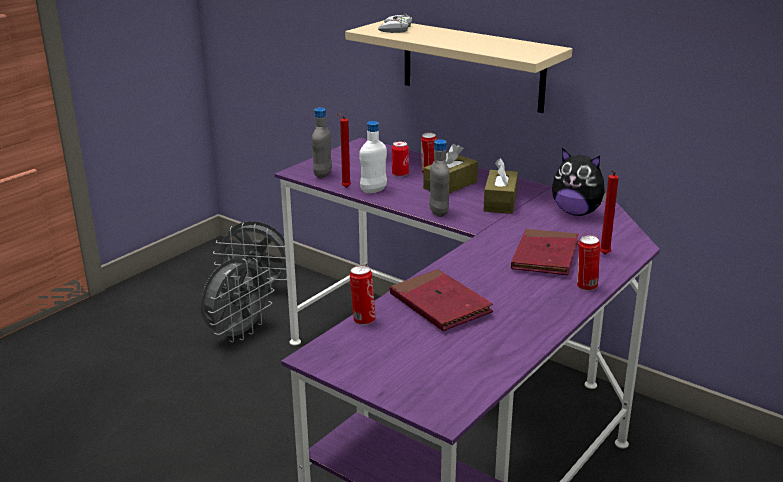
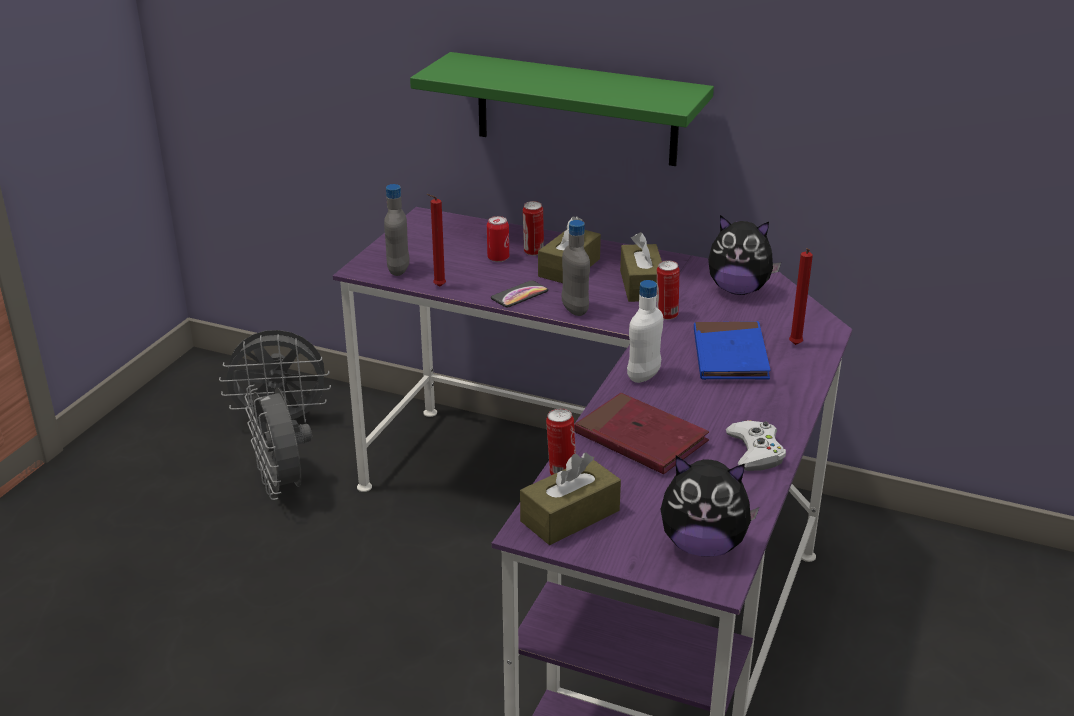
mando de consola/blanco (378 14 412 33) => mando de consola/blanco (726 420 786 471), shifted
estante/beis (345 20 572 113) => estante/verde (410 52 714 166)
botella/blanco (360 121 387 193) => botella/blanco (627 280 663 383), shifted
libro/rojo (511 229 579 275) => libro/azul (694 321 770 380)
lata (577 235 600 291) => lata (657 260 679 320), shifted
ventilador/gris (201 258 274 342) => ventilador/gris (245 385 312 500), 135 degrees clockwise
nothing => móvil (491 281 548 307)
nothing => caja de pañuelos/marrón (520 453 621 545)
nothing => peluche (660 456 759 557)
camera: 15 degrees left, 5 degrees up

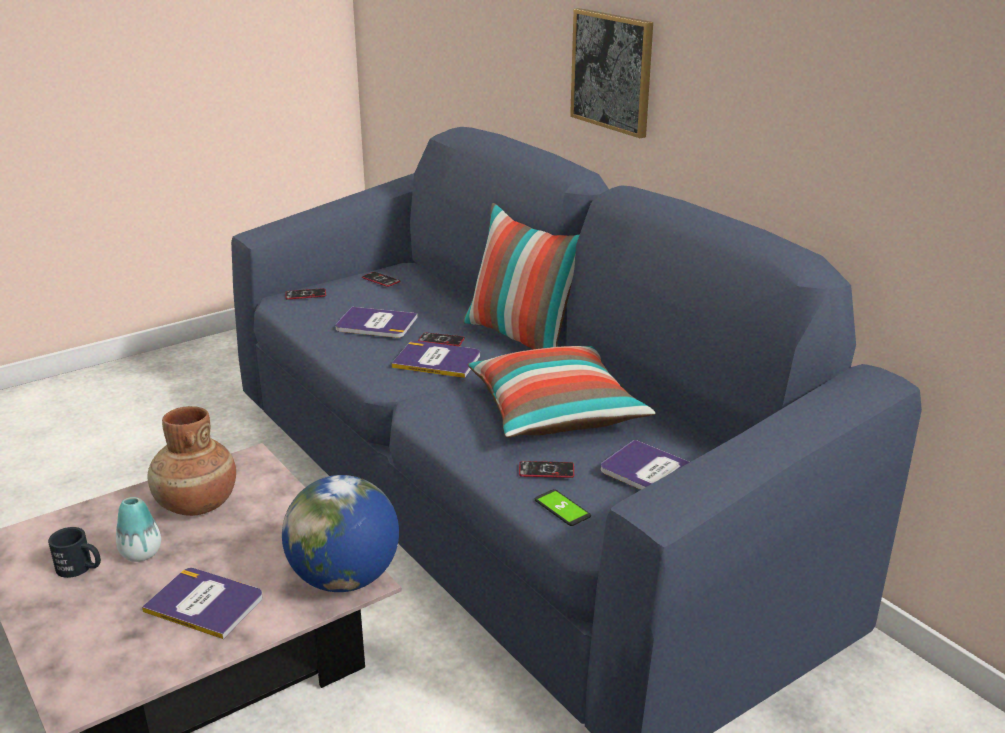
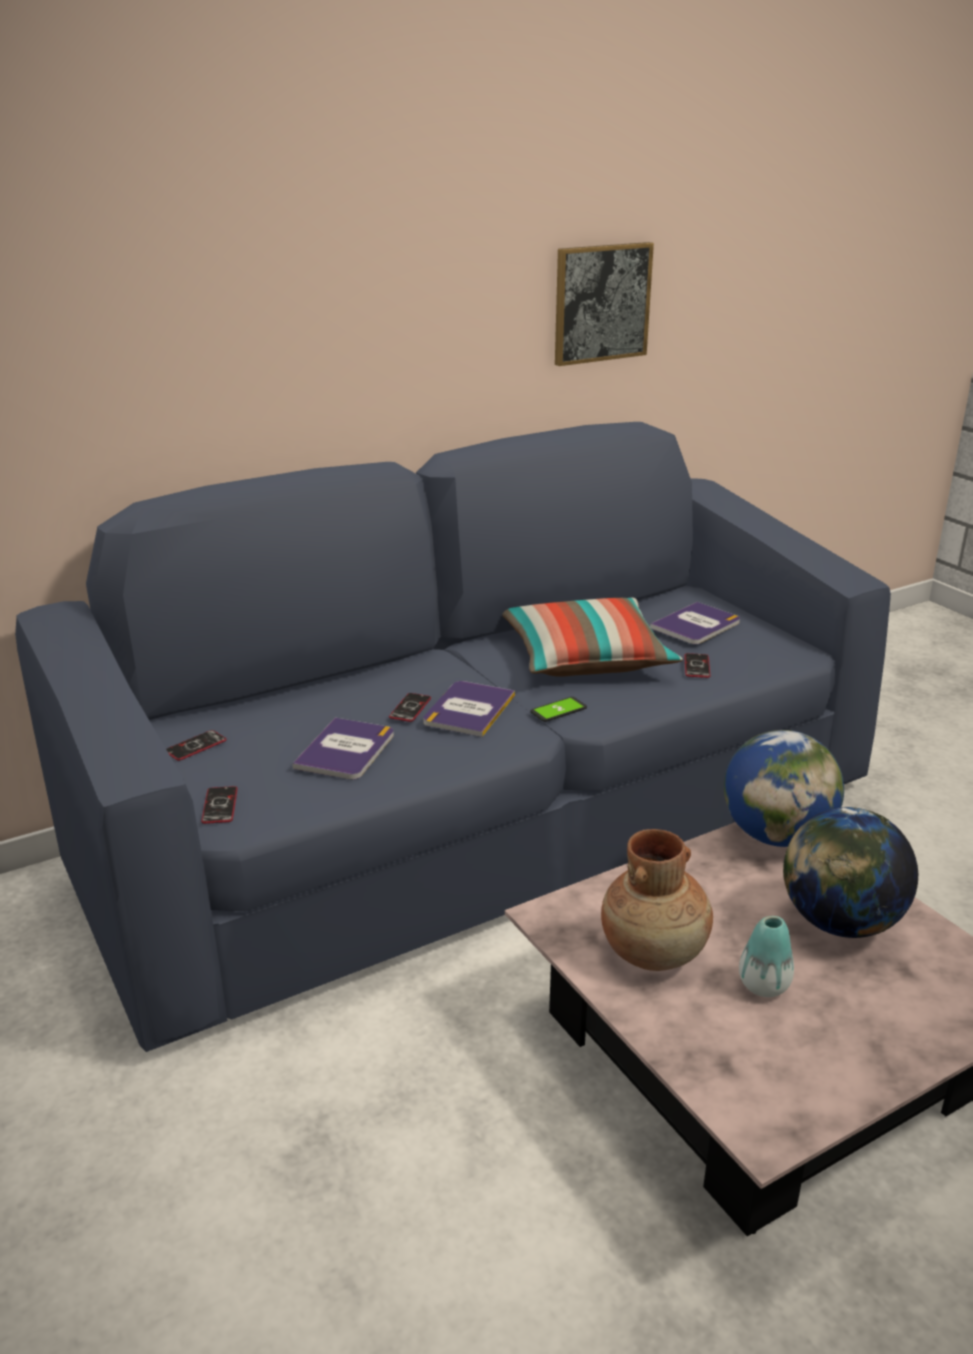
cuadro (570 8 653 138) => cuadro (555 242 654 366), shifted
cojín (463 203 580 349) => nothing
móvil (535 489 591 526) => móvil (530 697 587 722), shifted
taza grande/negro (48 527 101 578) => nothing
libro (142 568 263 639) => globo terráqueo (783 807 918 938)
camera: 85 degrees left, 0 degrees up

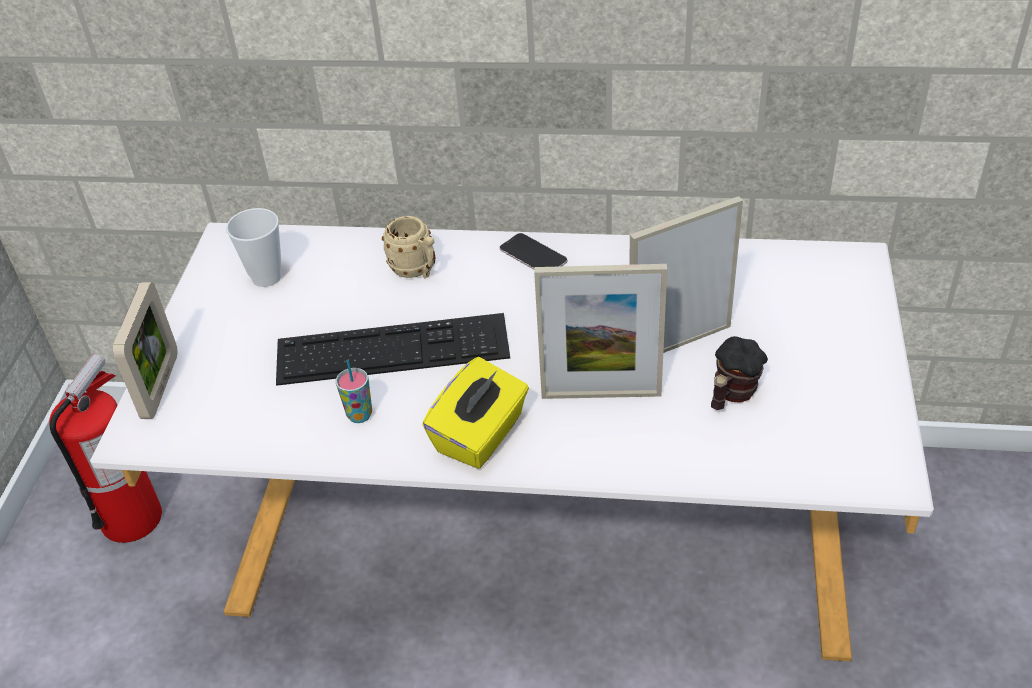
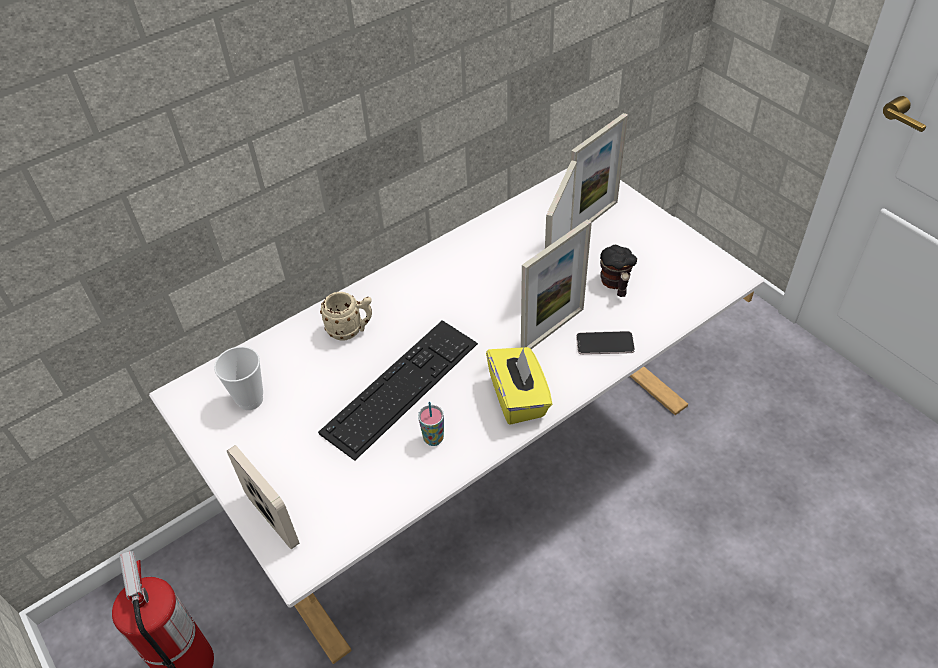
móvil (500 233 568 270) => móvil (576 331 635 355), shifted
nothing => portarretratos (571 113 628 230)
camera: 45 degrees left, 5 degrees up

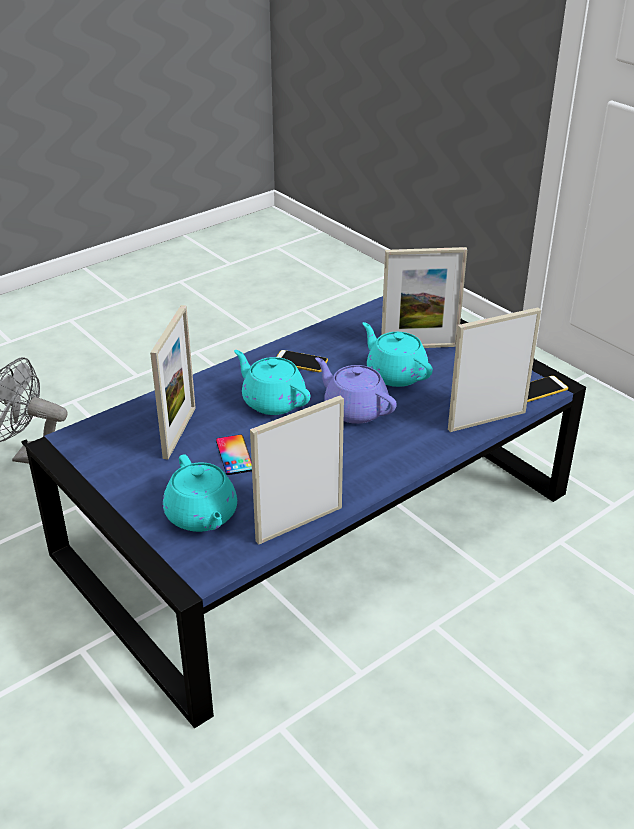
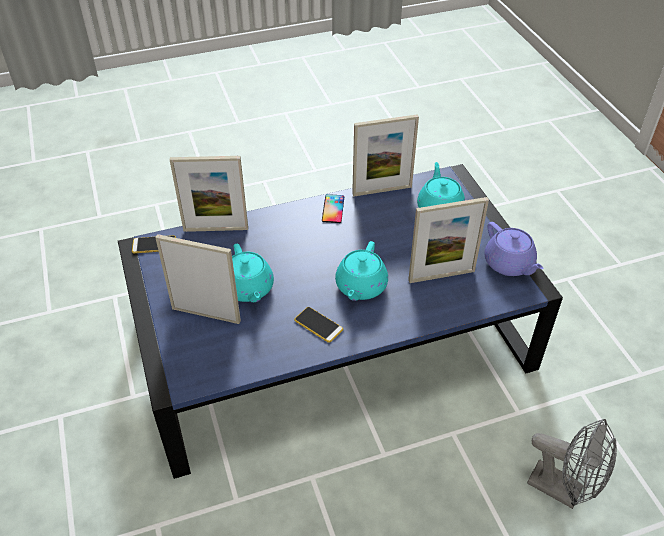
portarretratos (150 305 196 460) => portarretratos (408 197 489 283), 135 degrees counterclockwise
tetera/turquesa (234 350 310 415) => tetera/turquesa (335 241 388 301), 45 degrees clockwise
tetera/morado (315 357 397 424) => tetera/morado (484 222 543 276), shifted
móvil (216 435 252 475) => móvil (322 194 344 223), shifted
camera: 160 degrees left, 10 degrees up

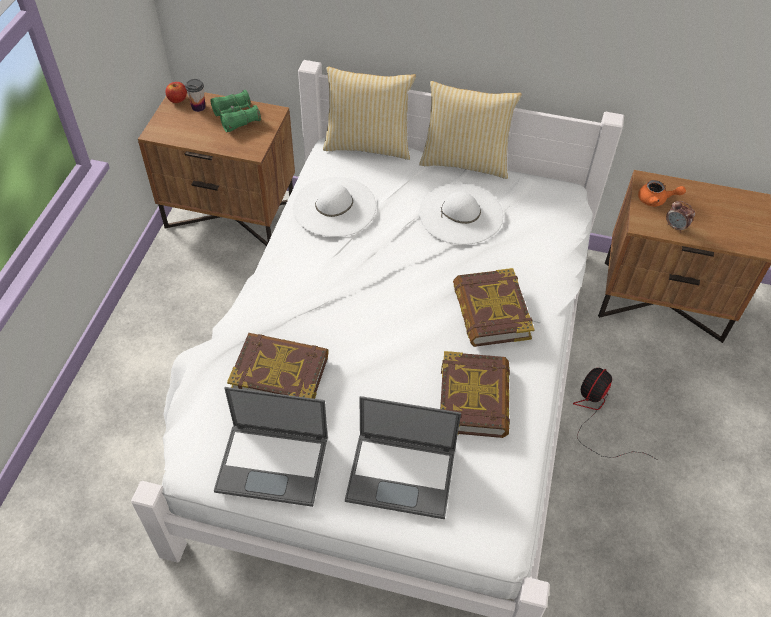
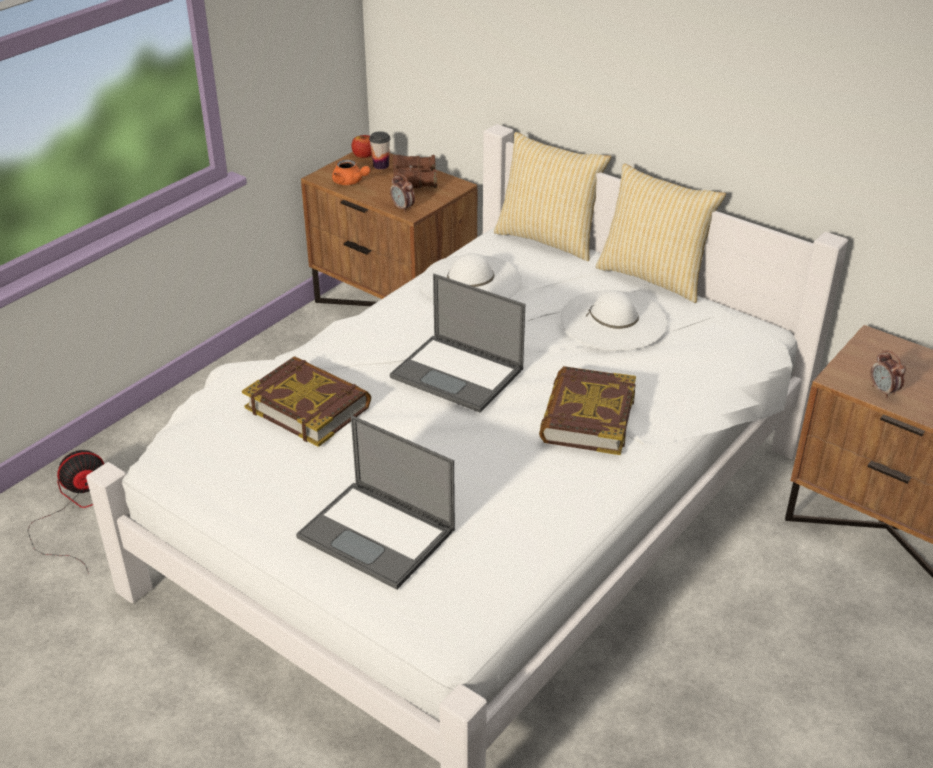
prismáticos/verde (210 90 261 132) => prismáticos/marrón (393 155 437 188)
tetera/naranja (638 180 686 207) => tetera/naranja (332 160 371 185), shifted
libro (440 351 510 438) => nothing
ventilador (573 368 657 460) => ventilador (27 450 104 573), shifted
portátil (214 387 328 507) => portátil (390 274 525 413), shifted
nothing => despertador (390 173 415 213)
camera: 25 degrees right, 15 degrees down

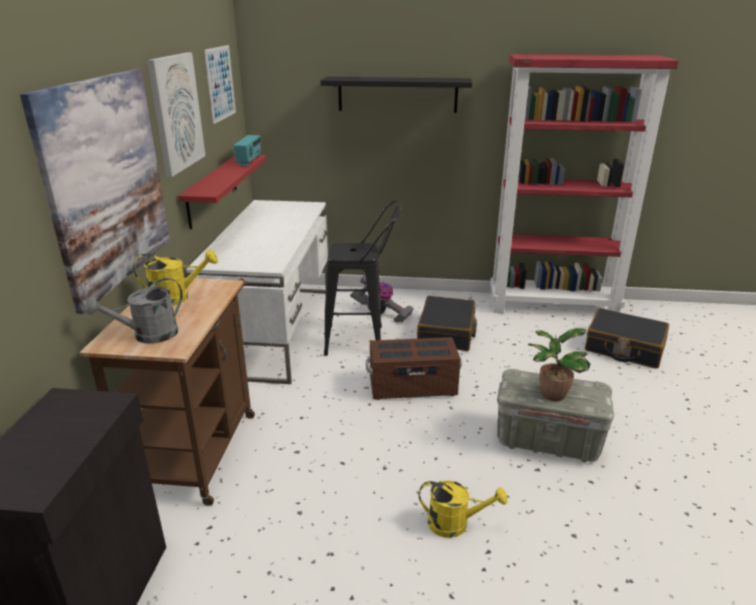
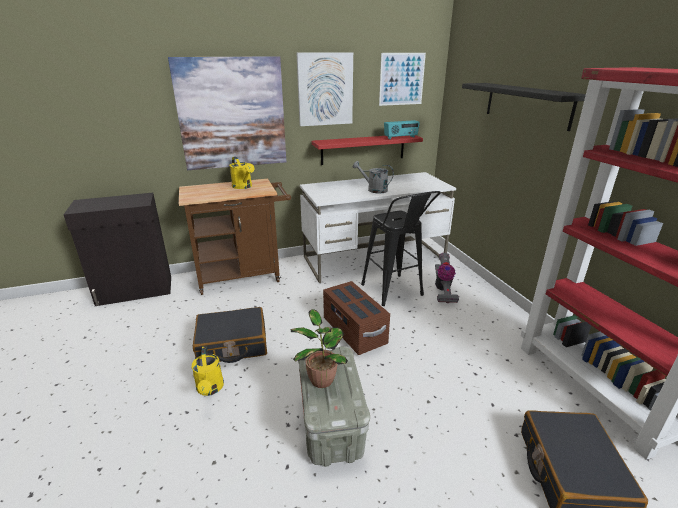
regadera/gris (85 278 183 344) => regadera/gris (353 161 394 193), shifted
maleta/negro (417 296 477 351) => maleta/negro (193 307 267 363), shifted
camera: 65 degrees right, 0 degrees up

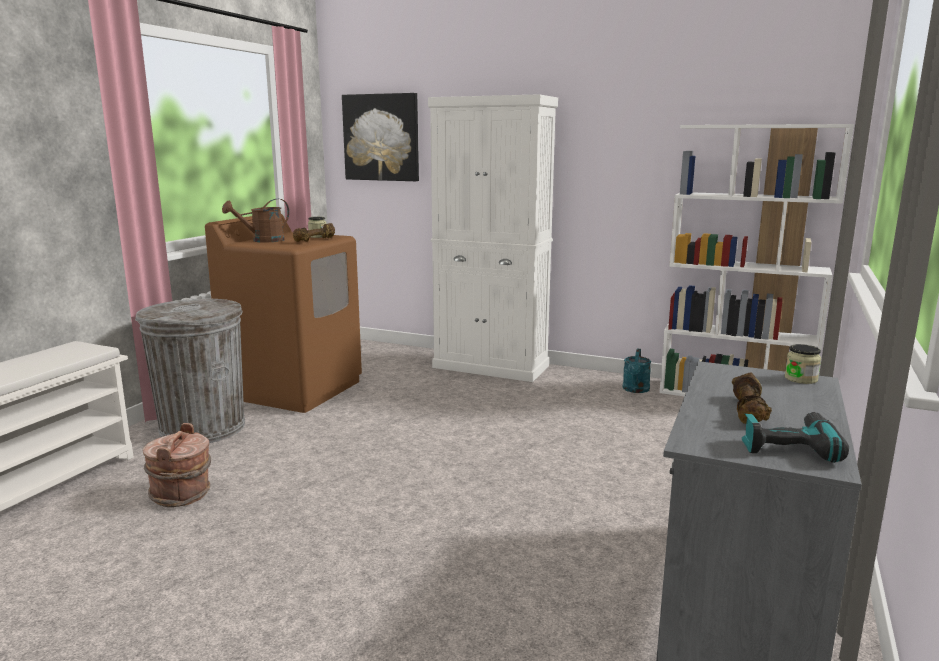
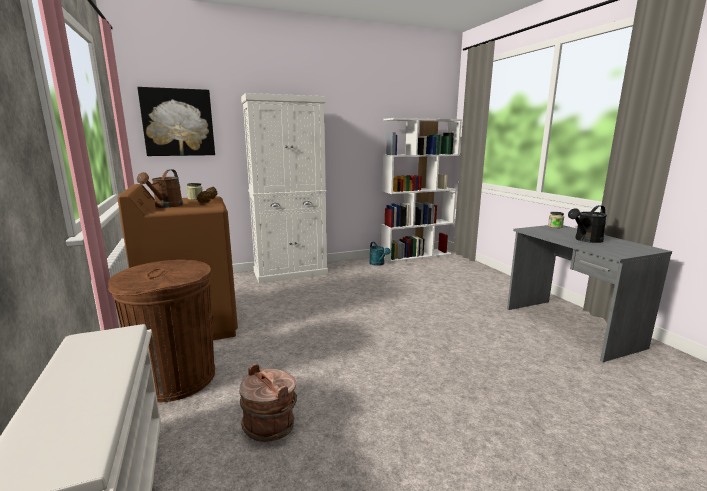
papelera/gris (135 299 245 443) => papelera/marrón (108 260 215 402)
mancuerna/marrón (732 372 772 424) => regadera/negro (568 205 607 243)
taladro (742 412 849 463) => nothing
camera: 45 degrees left, 0 degrees up

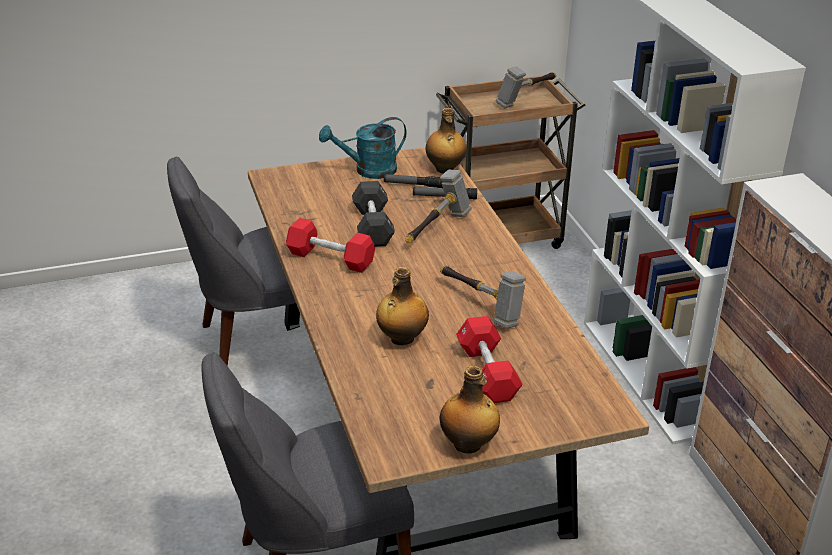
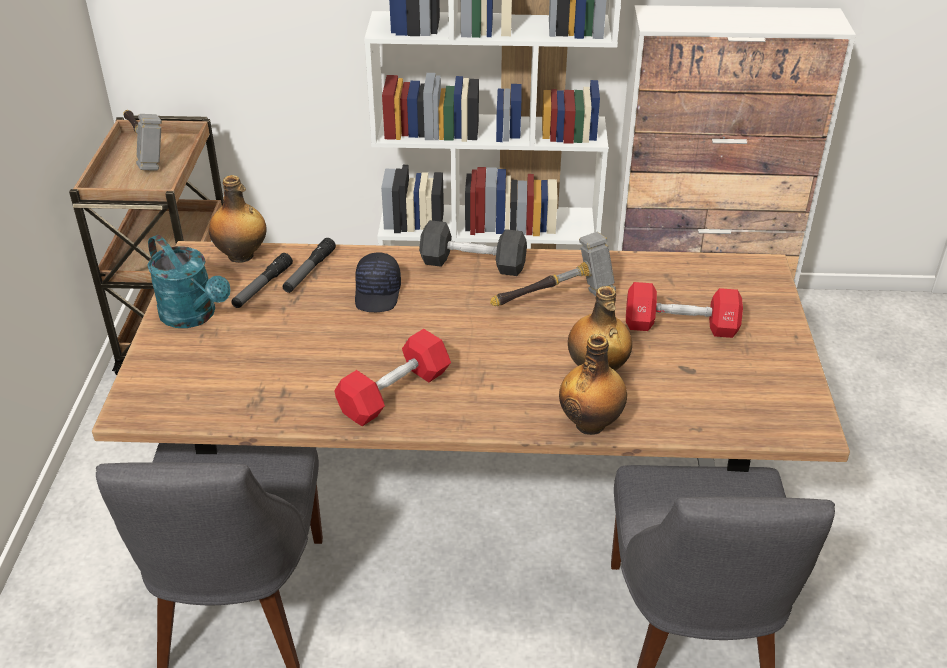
regadera/turquesa (319 117 407 179) => regadera/turquesa (147 235 230 328), 45 degrees counterclockwise
martillo (405 170 472 243) => gorra/negro (355 252 401 312)
mancuerna/negro (352 181 395 247) => mancuerna/negro (419 220 527 276), shifted
botella (439 366 500 454) => botella (559 334 627 435), shifted
camera: 70 degrees left, 5 degrees up

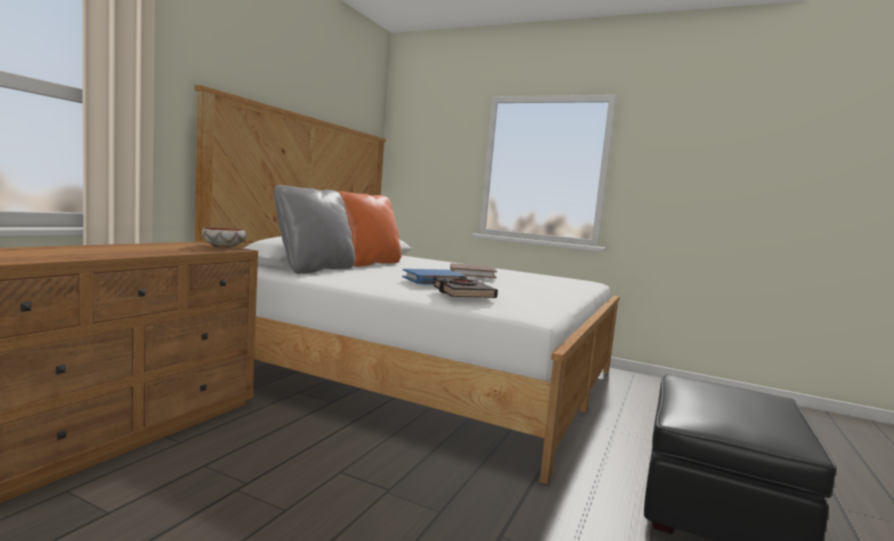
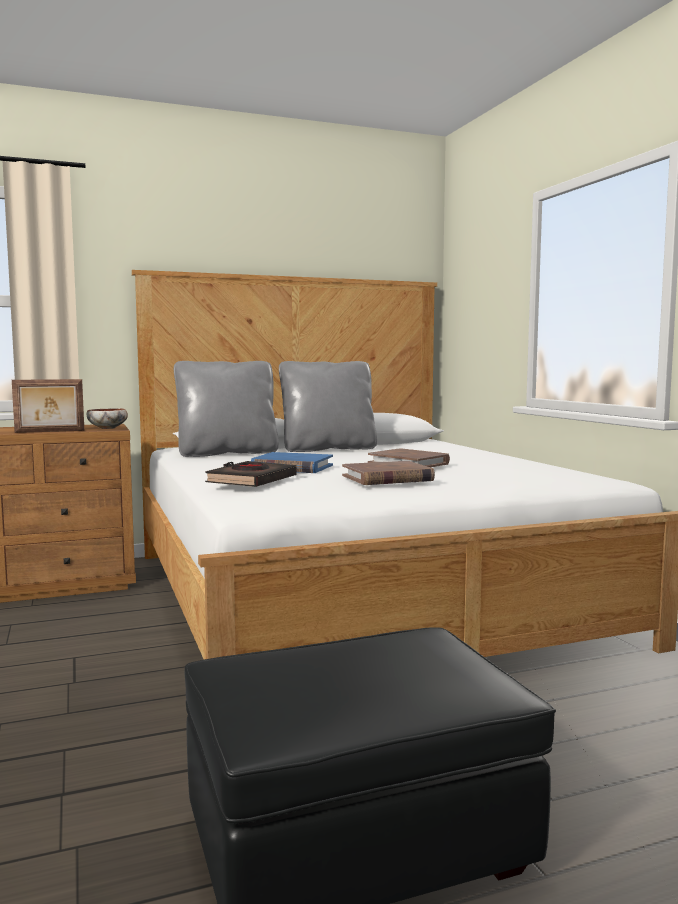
cojín/naranja (339 191 401 267) => cojín/gris (279 361 377 452)
nothing => portarretratos (12 379 84 433)
nothing => libro/marrón (342 461 435 485)
camera: 45 degrees right, 0 degrees up

